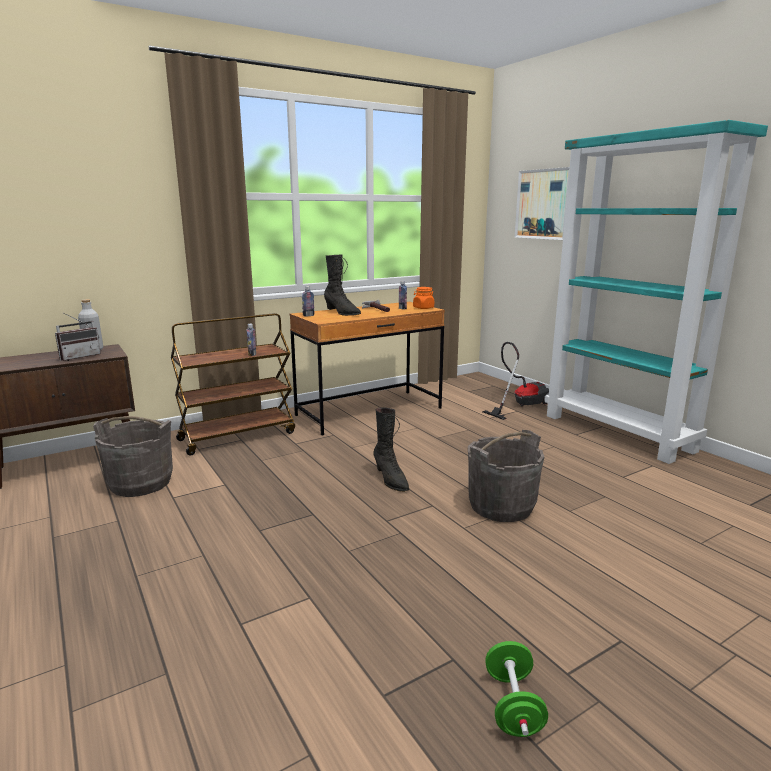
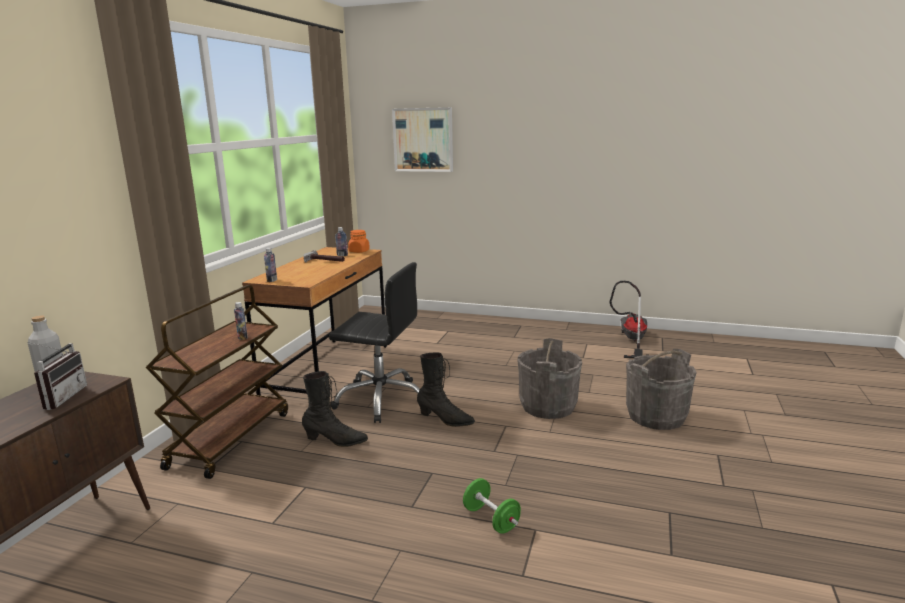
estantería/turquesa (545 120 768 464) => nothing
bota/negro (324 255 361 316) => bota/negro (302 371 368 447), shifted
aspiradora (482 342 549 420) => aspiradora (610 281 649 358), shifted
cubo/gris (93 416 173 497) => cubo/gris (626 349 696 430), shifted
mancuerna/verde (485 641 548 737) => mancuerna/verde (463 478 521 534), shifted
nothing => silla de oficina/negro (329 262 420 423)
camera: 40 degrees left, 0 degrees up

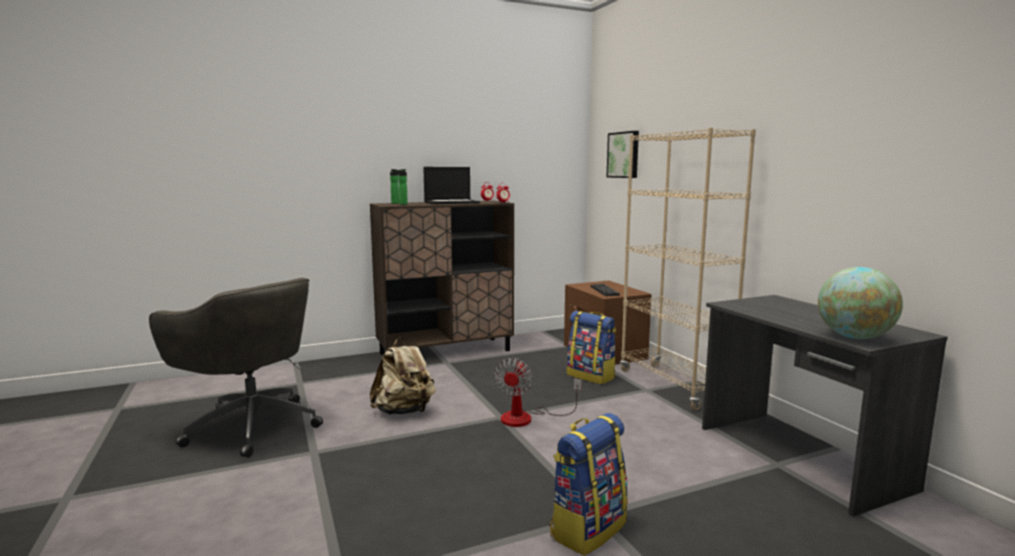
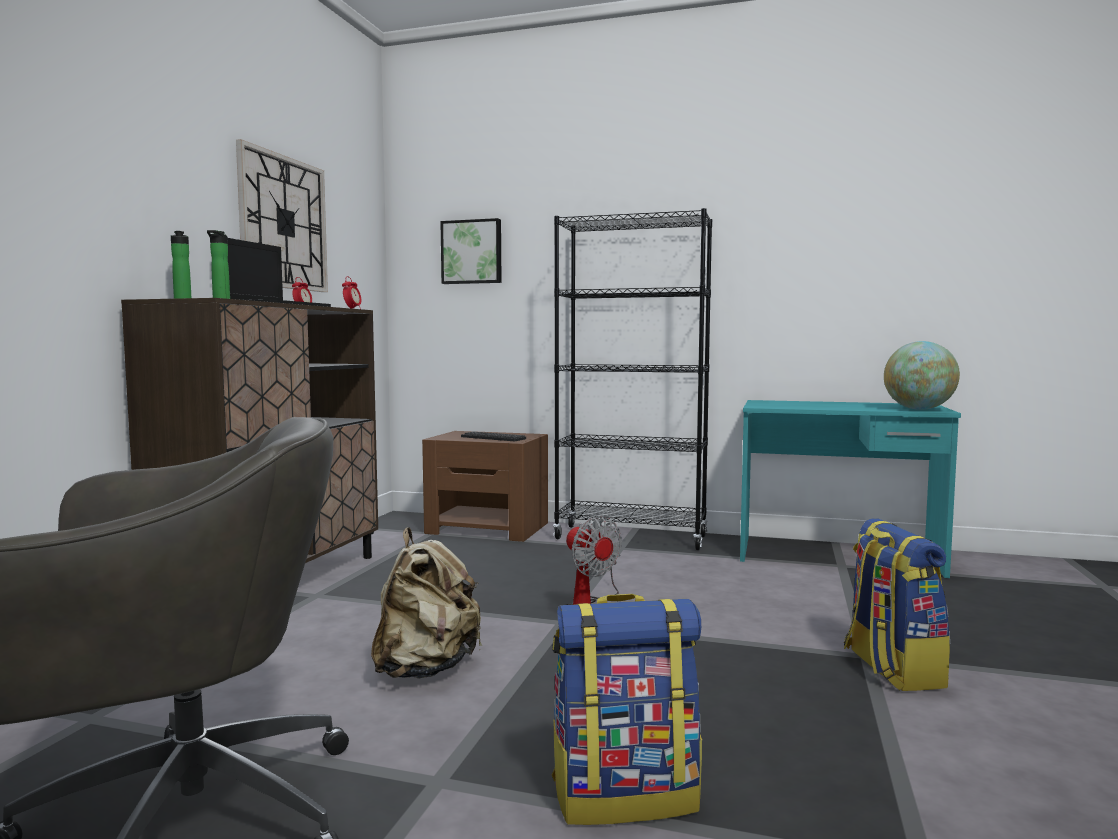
estantería/beis (620 128 756 410) => estantería/negro (553 208 712 550)
escritorio/gris (702 295 948 517) => escritorio/turquesa (740 400 961 578)
mochila (567 311 616 384) => mochila (552 594 702 825), shifted
nothing => reloj de pared (236 139 328 292)
camera: 50 degrees left, 5 degrees down

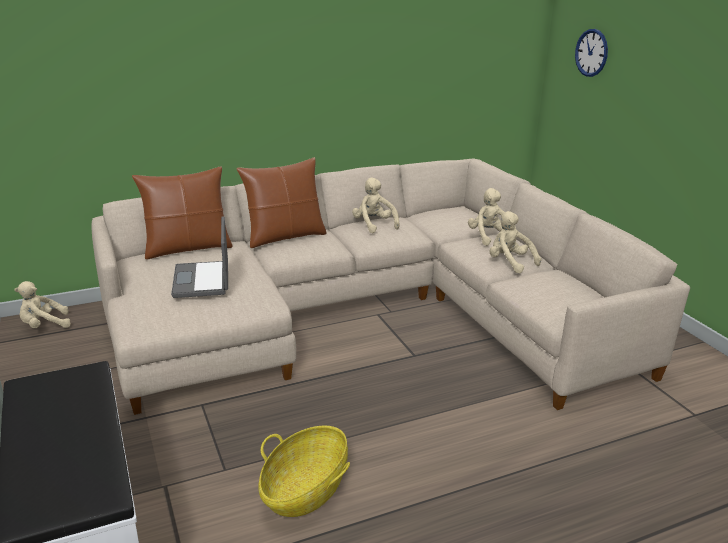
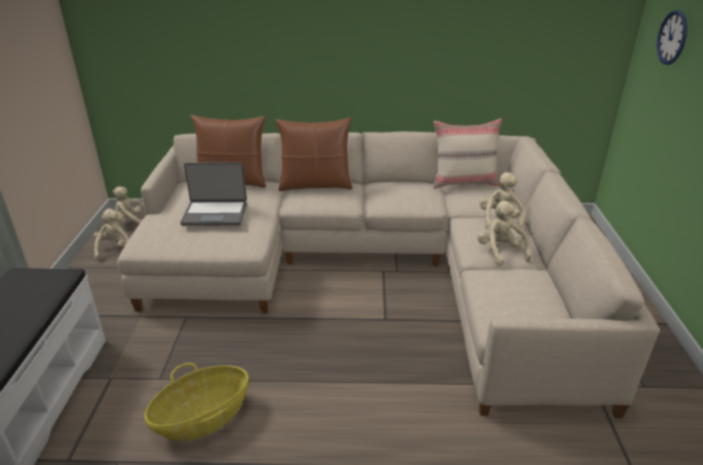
peluche/beis (352 178 400 233) => peluche/beis (94 209 129 260), shifted
portátil (171 216 228 298) => portátil (180 162 247 226), 105 degrees counterclockwise
nothing => cojín/beis (433 118 502 189)
camera: 25 degrees right, 5 degrees up

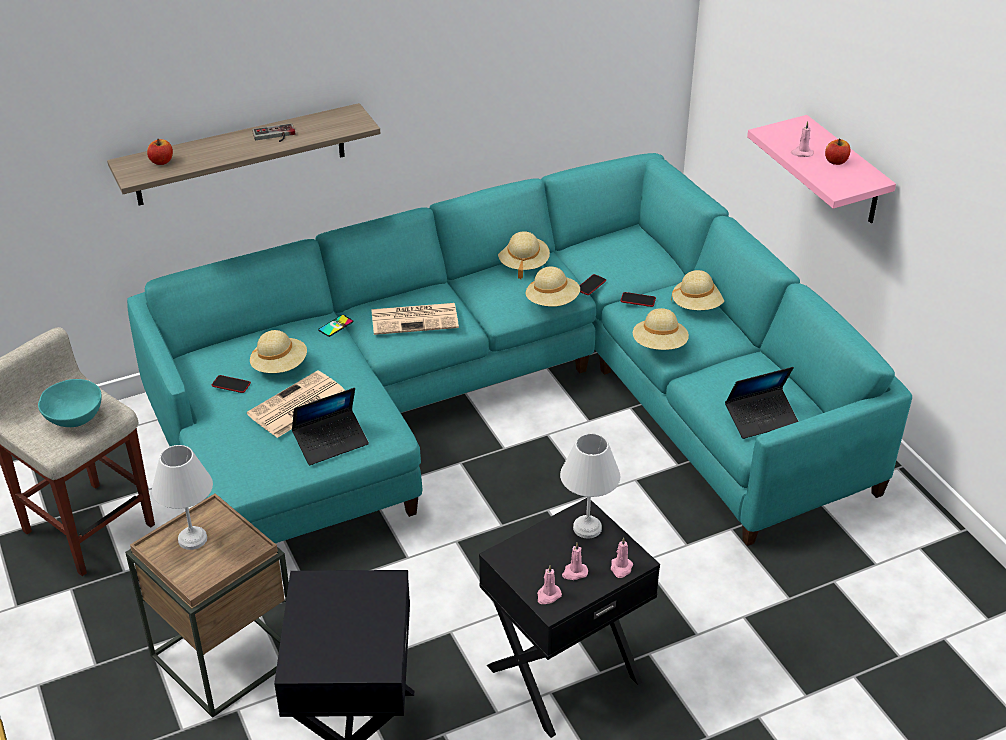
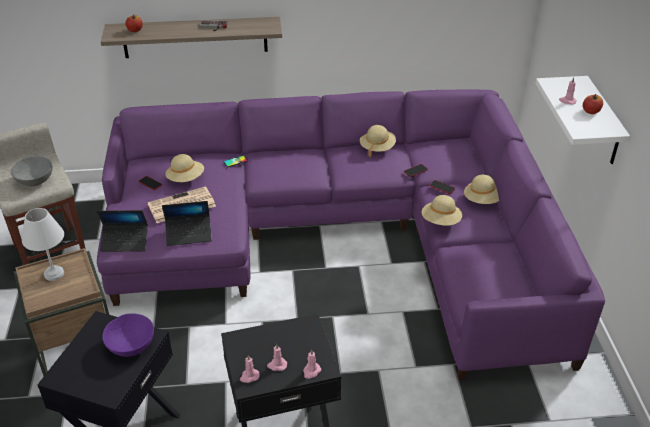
estante/rosa (747 115 896 223) => estante/blanco (535 76 630 164)
sofá/turquesa (127 153 912 546) => sofá/morado (97 90 605 380)
sombrero/beis (526 267 580 306) => nothing
periódico (371 303 459 335) => nothing
portátil (725 367 799 439) => portátil (97 210 148 252), shifted
cuenco/turquesa (38 379 102 427) => cuenco/gris (11 156 52 186)
lámpara de mesa/blanco (560 433 620 539) => nothing
nothing => cuenco/morado (102 313 154 357)
camera: 20 degrees right, 0 degrees up

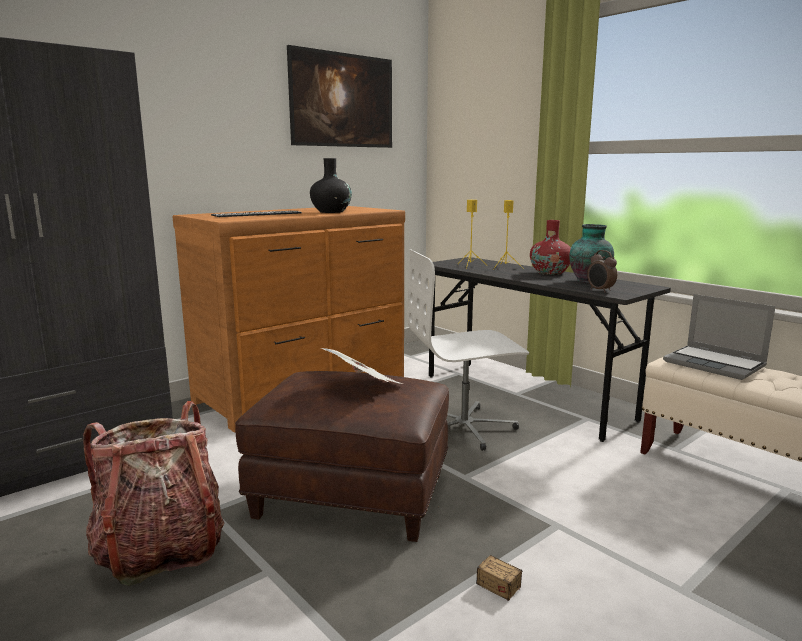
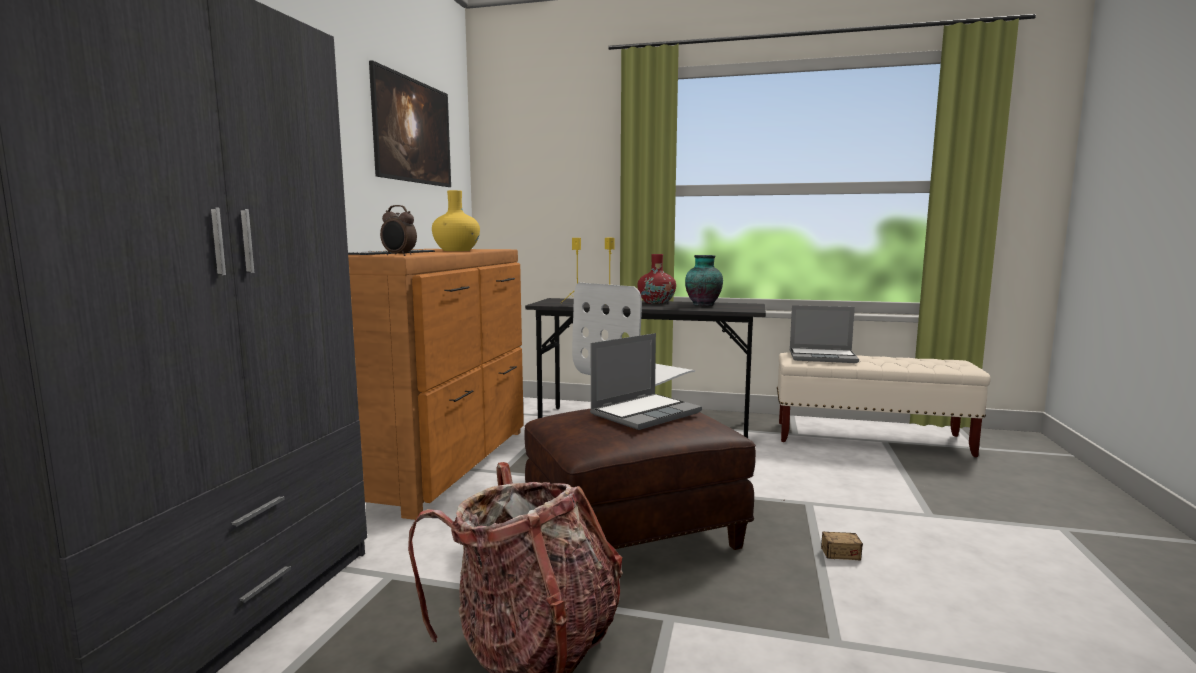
florero/negro (310 158 352 213) => florero/amarillo (432 190 480 251)
despertador (587 250 617 293) => despertador (380 205 417 256), shifted
periódico (321 348 403 384) => portátil (590 333 702 430)
camera: 35 degrees left, 5 degrees down

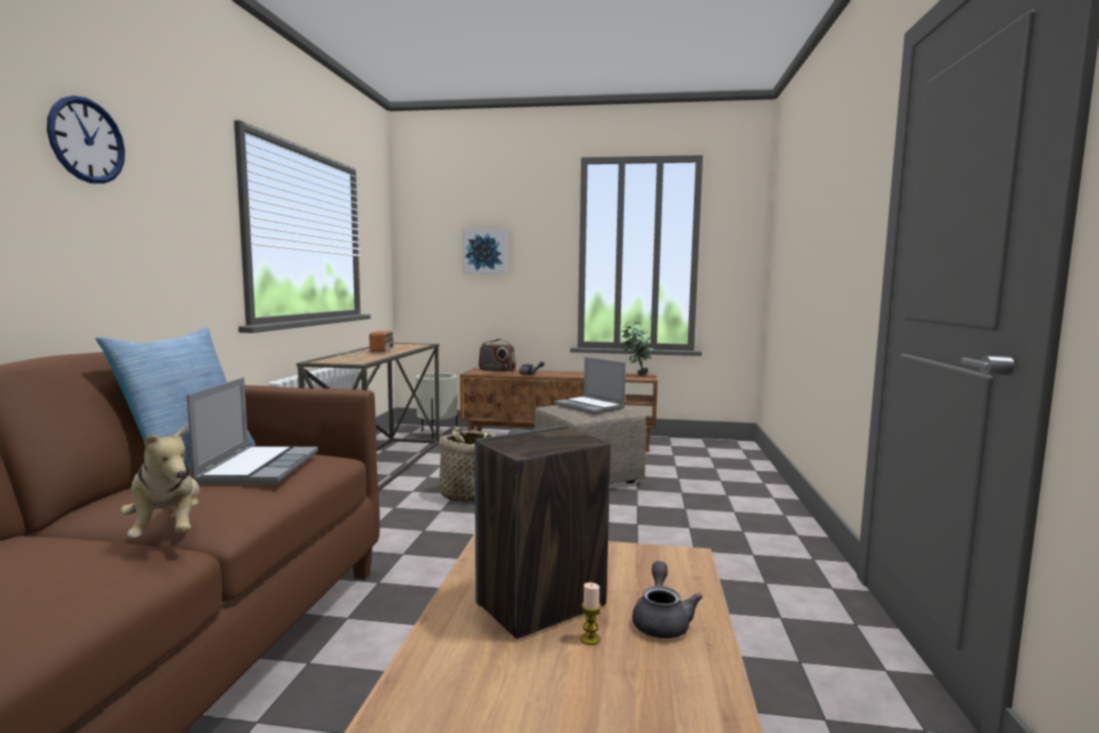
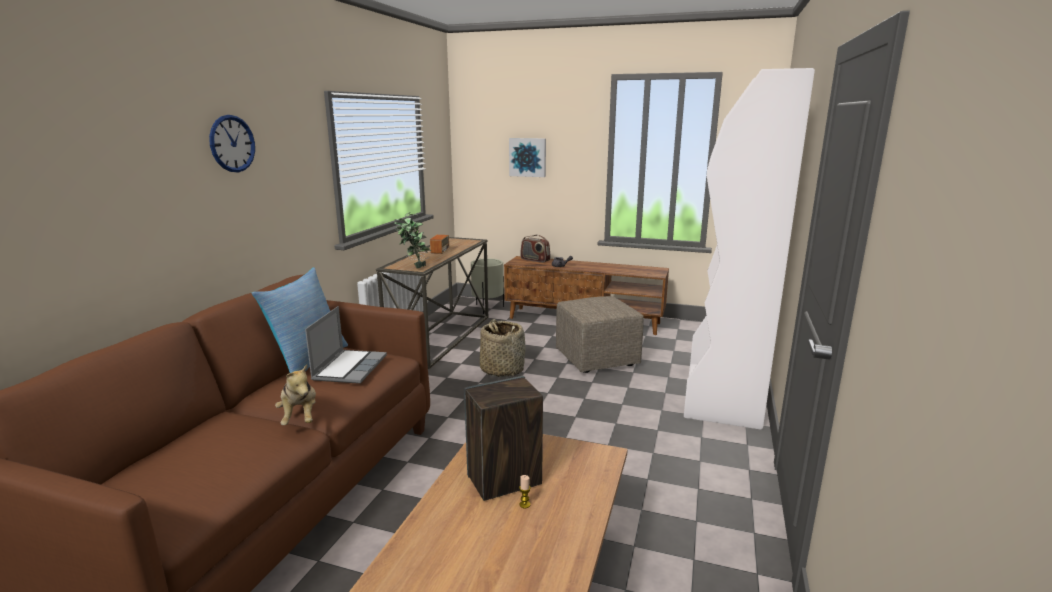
planta en maceta (620 322 654 375) => planta en maceta (395 212 431 268), shifted
portátil (554 357 626 414) => nothing
tetera/gris (632 561 703 639) => nothing
nothing => estantería/blanco (684 68 815 430)
camera: 10 degrees right, 10 degrees up

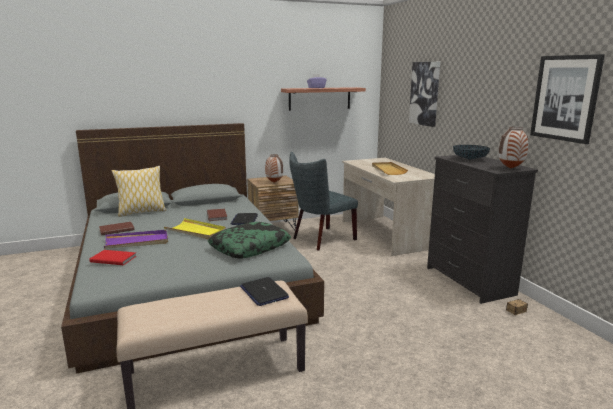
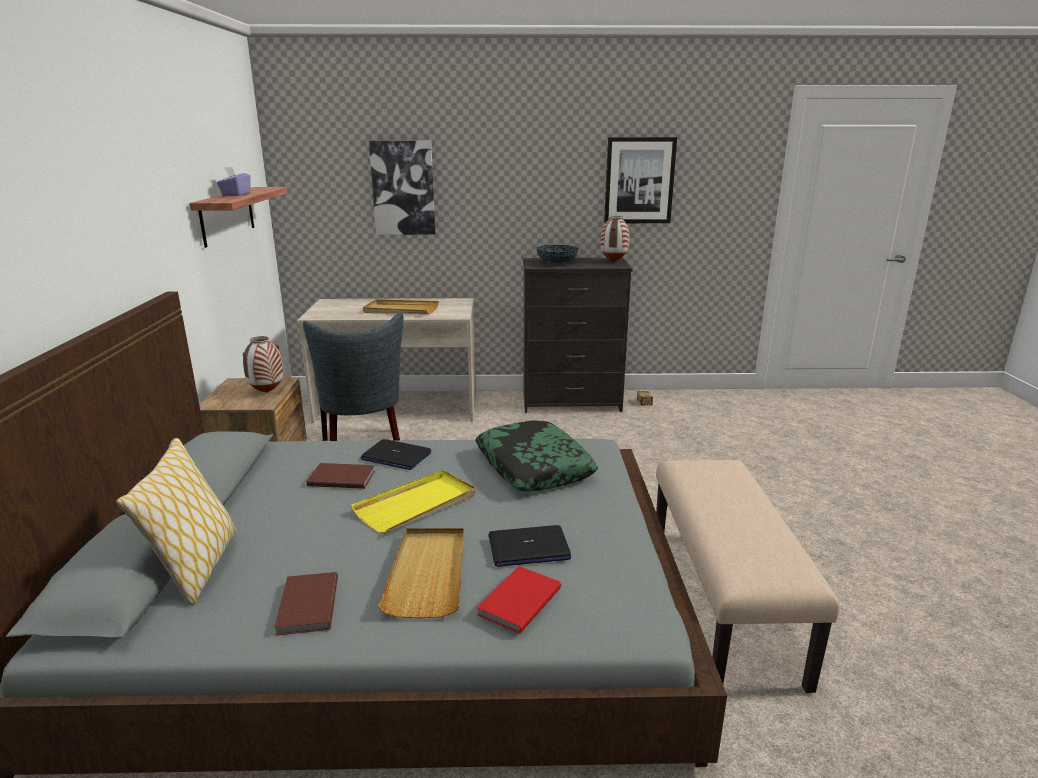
bandeja/morado (104 230 168 249) => bandeja/beis (378 528 464 618)
portátil (240 277 289 306) => portátil (489 525 571 567), shifted
camera: 70 degrees left, 5 degrees up

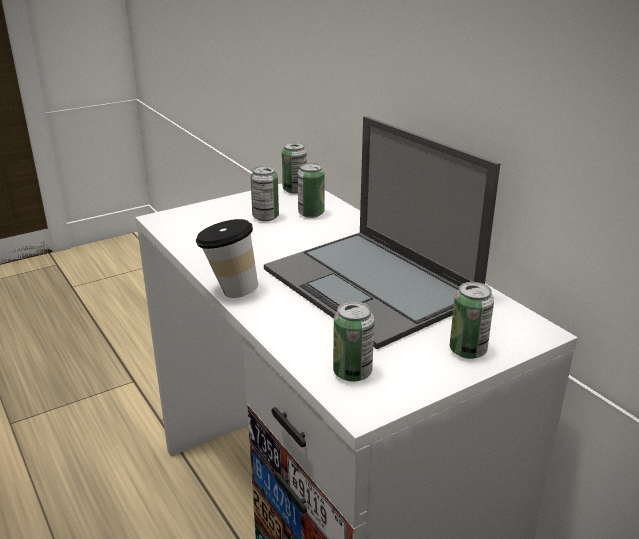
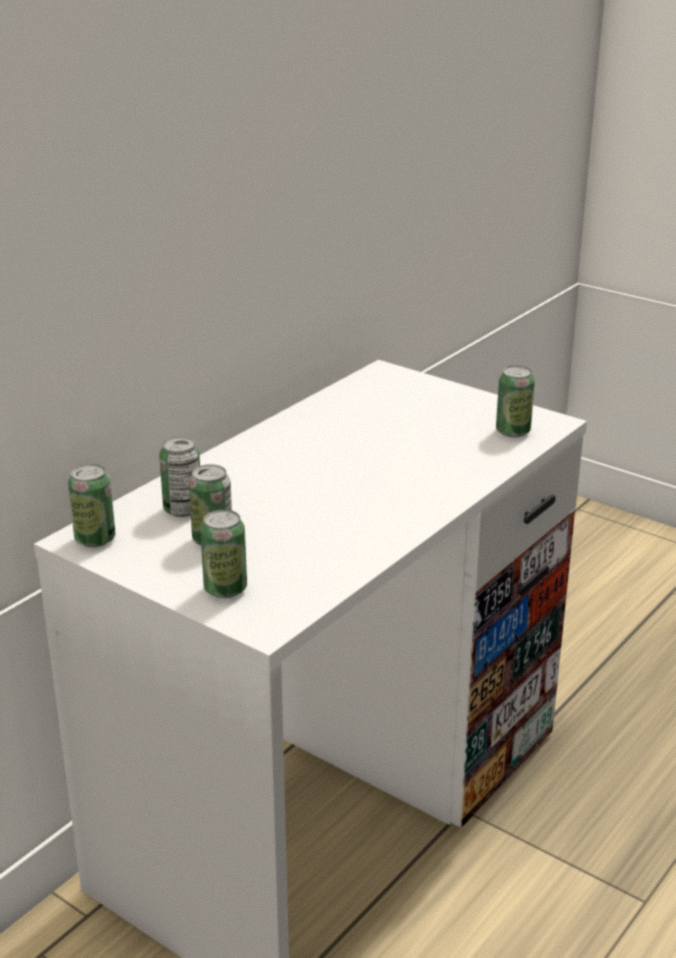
portátil (264 116 501 349) => nothing
taza (196 219 258 298) => nothing
lata (449 282 494 359) => lata (200 509 247 598), shifted
camera: 110 degrees left, 0 degrees up

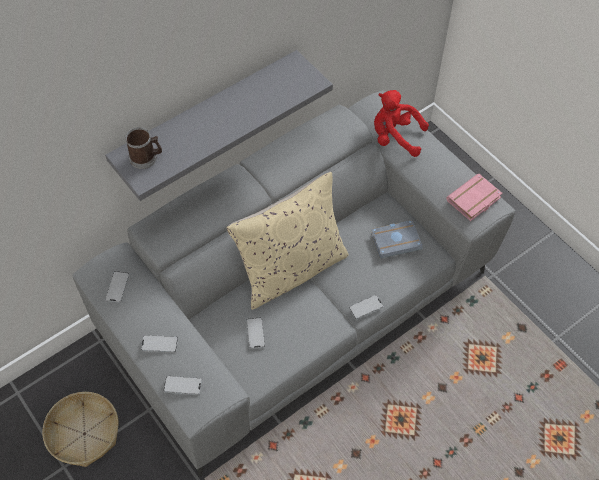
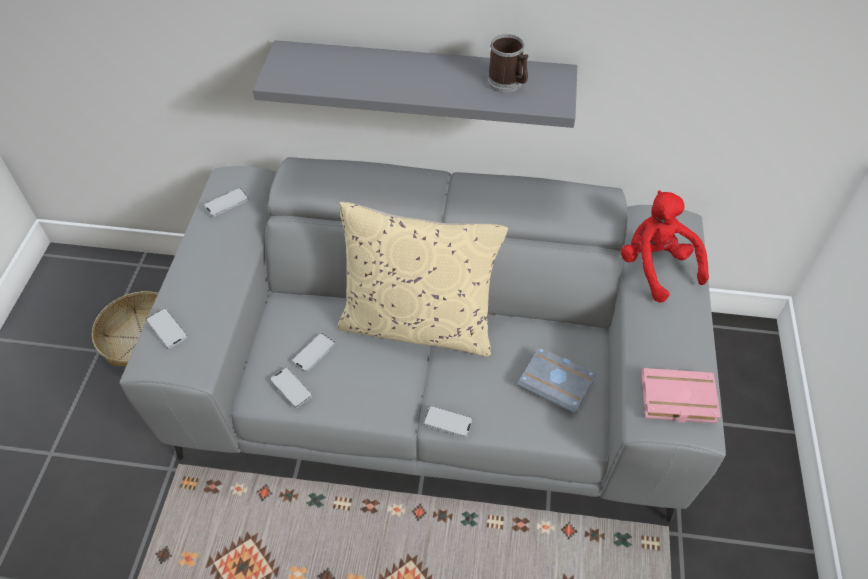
taza grande (125 127 162 169) => taza grande (487 34 529 93), shifted
móvil (141 335 178 352) => móvil (270 367 313 408), shifted
camera: 45 degrees right, 5 degrees down

